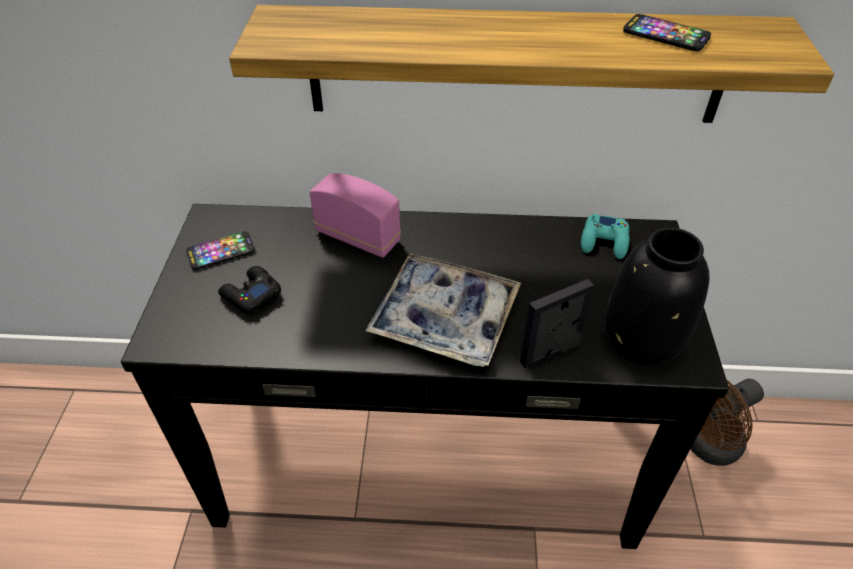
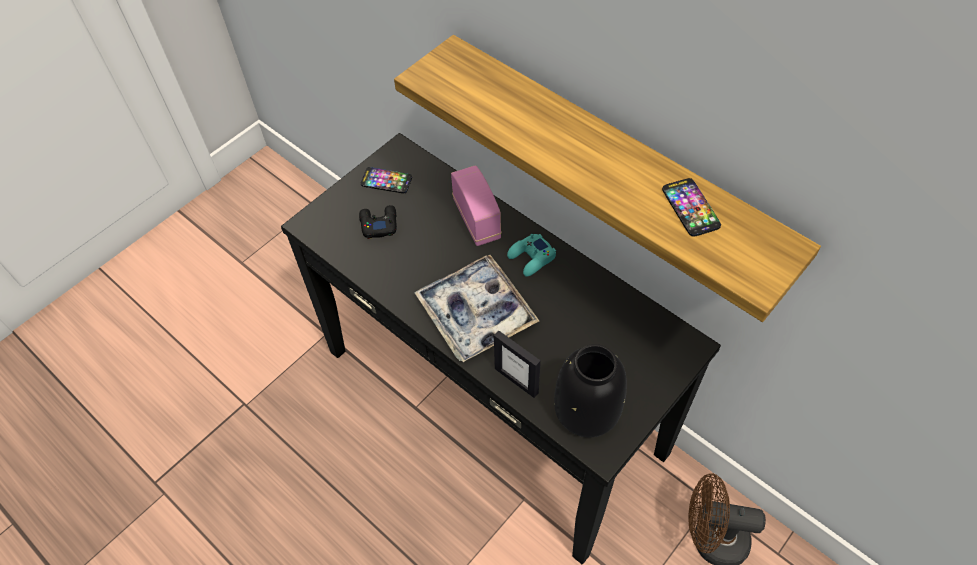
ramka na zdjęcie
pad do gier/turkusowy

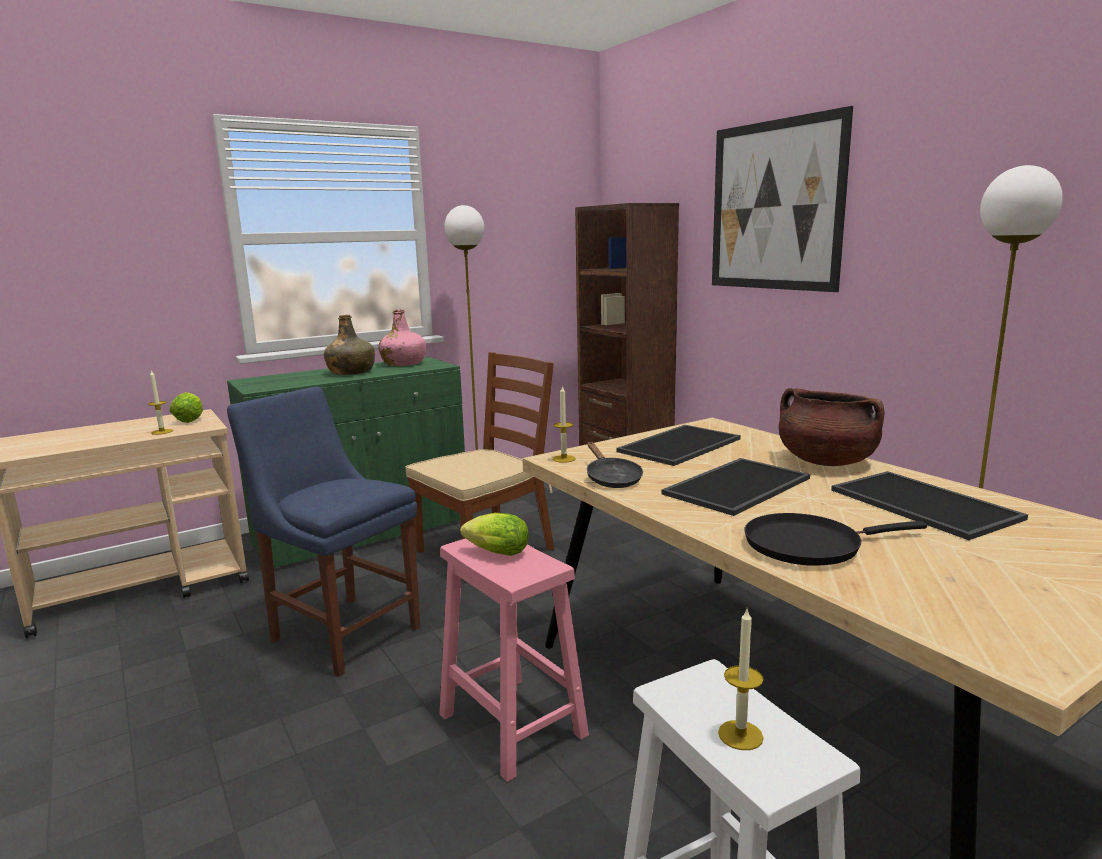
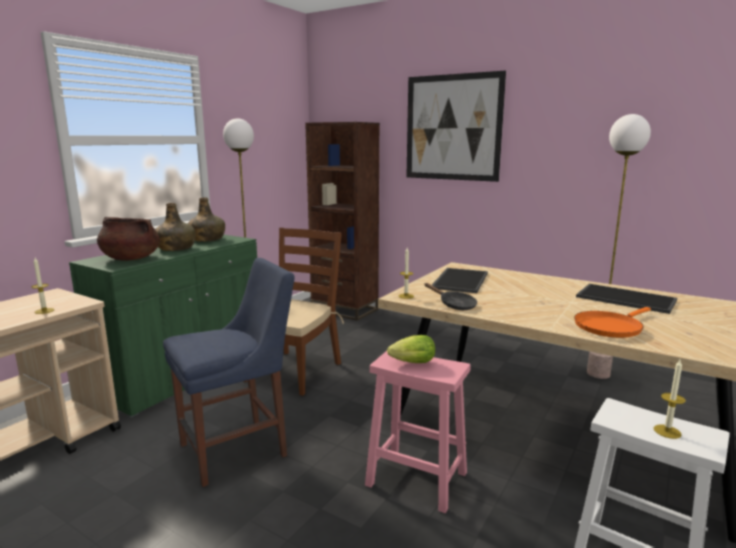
sałata (no. 1 from left in the first image)
krzesło/niebieski
butelka/zielony (no. 2 from left)
taca (no. 2 from left in the first image)
patelnia/pomarańczowy
garnek/brązowy

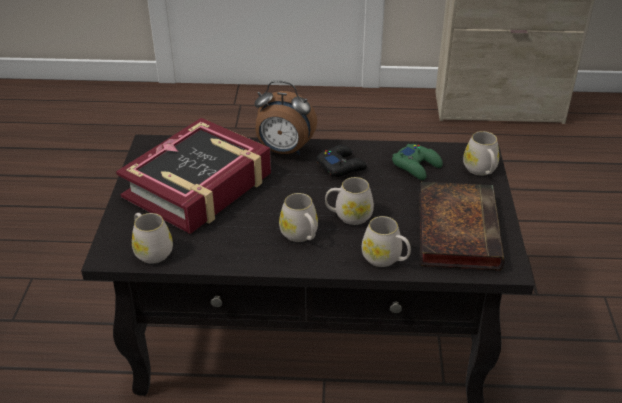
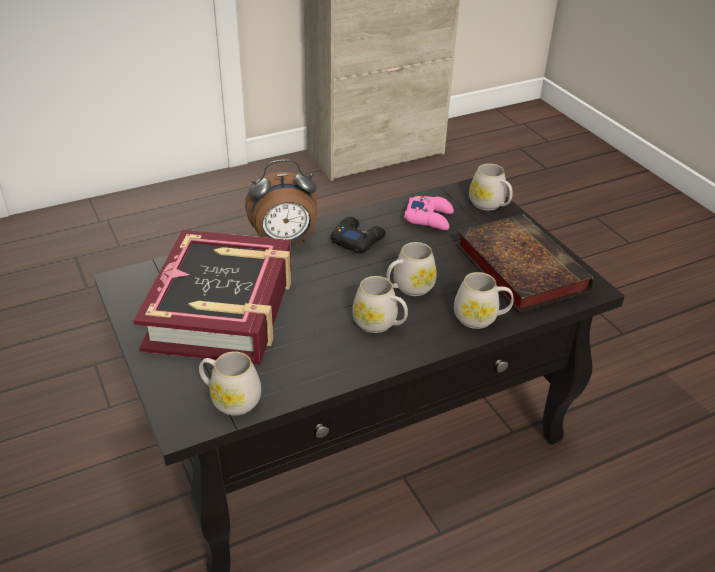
pad do gier/różowy

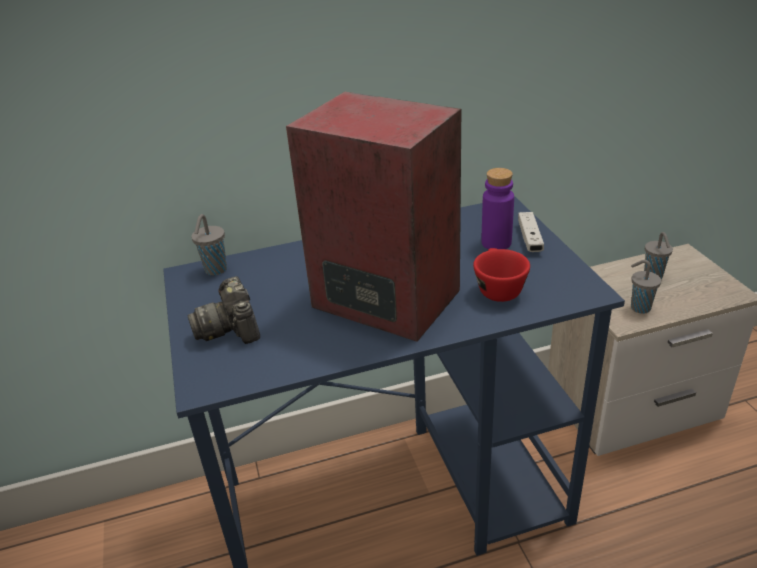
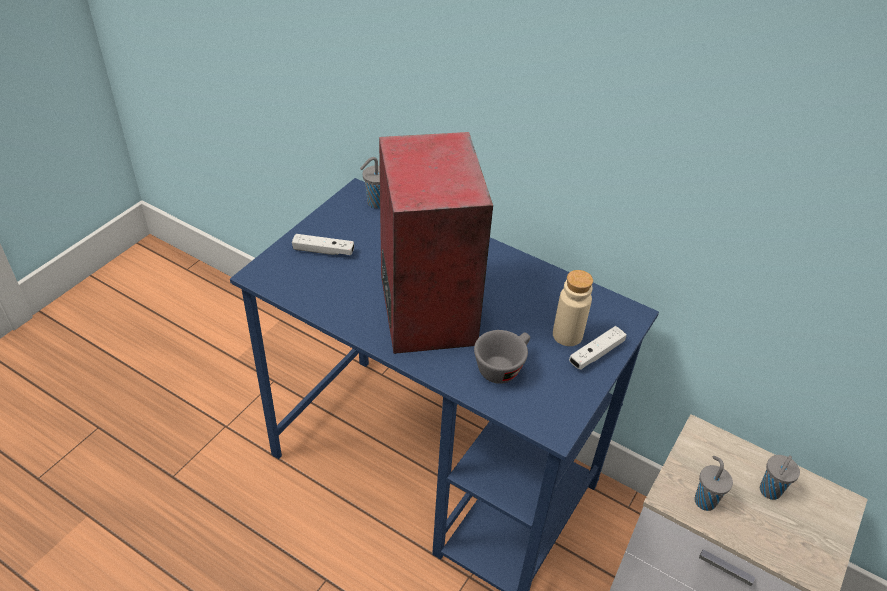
pad do gier/biały (no. 1 from left)
filiżanka/szary (no. 2 from left)
butelka/beżowy

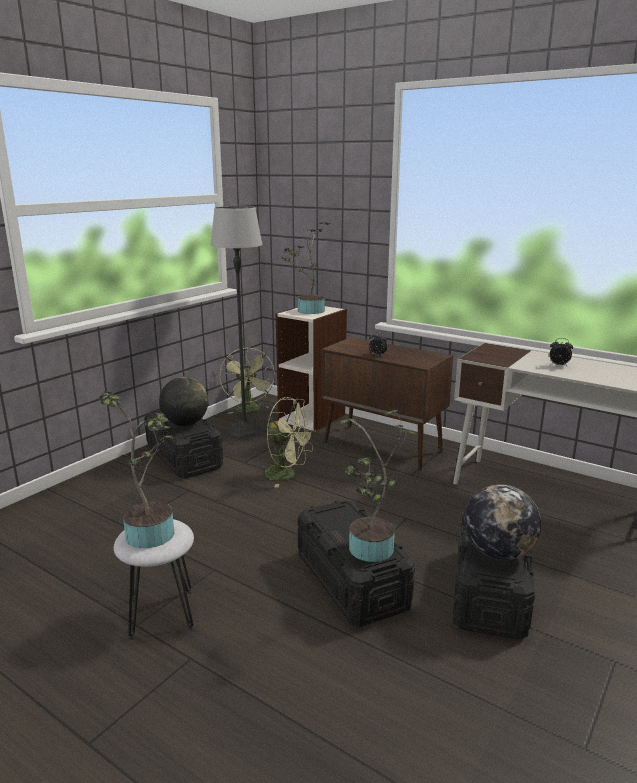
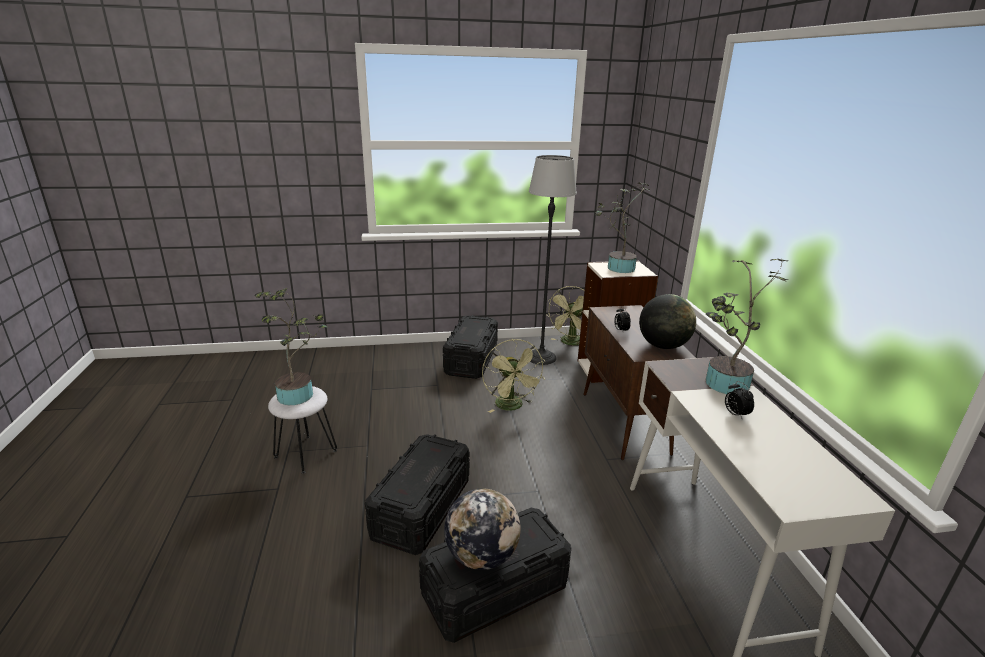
globus (no. 2 from left)
roślina doniczkowa (no. 3 from left)

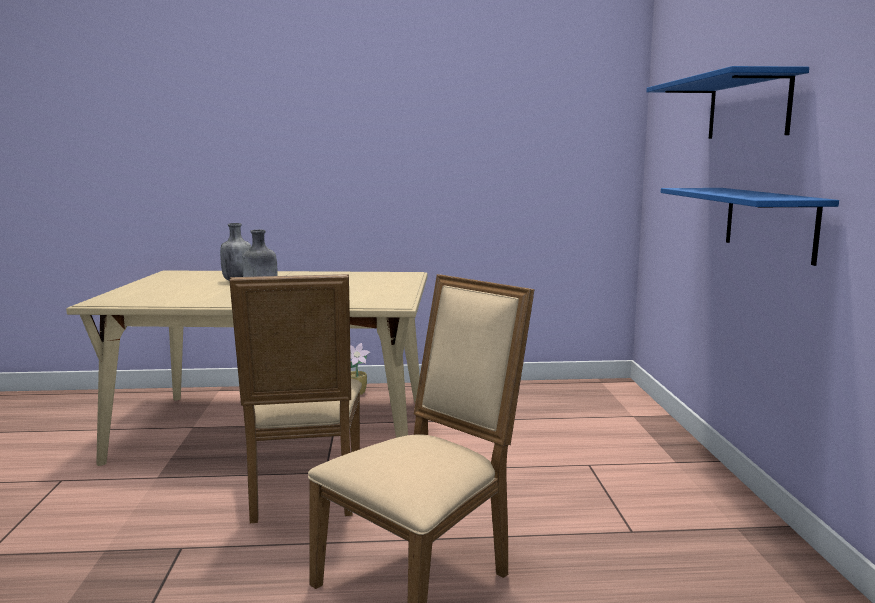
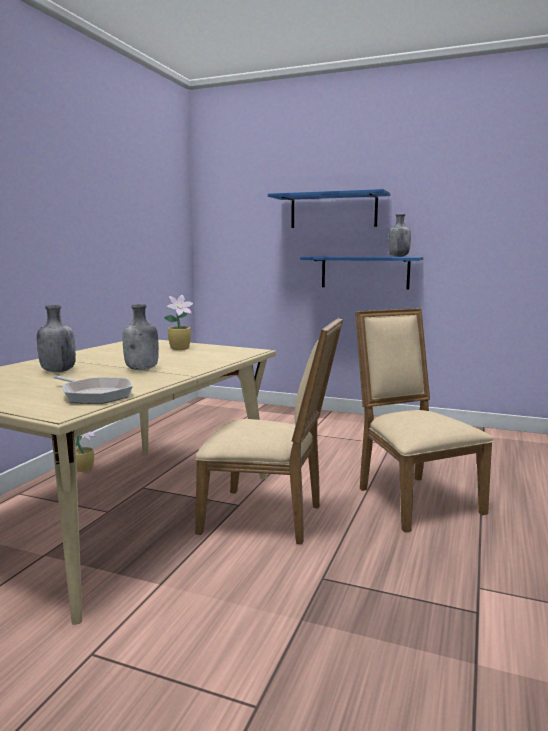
patelnia
roślina doniczkowa (no. 2 from left)
butelka/szary (no. 3 from left)

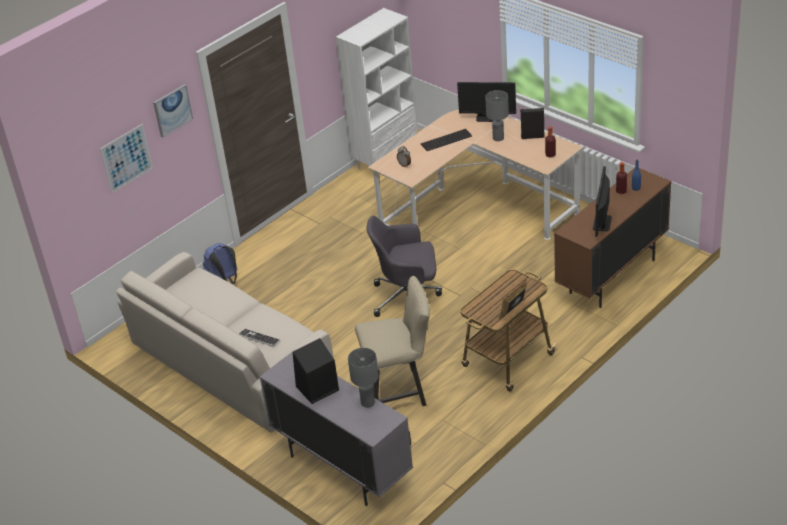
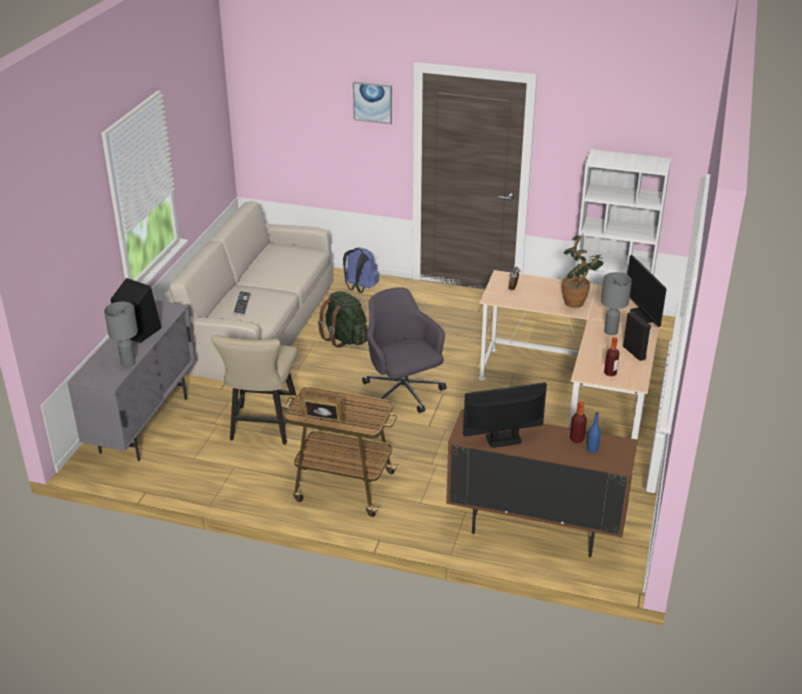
obraz (no. 1 from left in the first image)
krzesło/beżowy
roślina doniczkowa
plecak/zielony

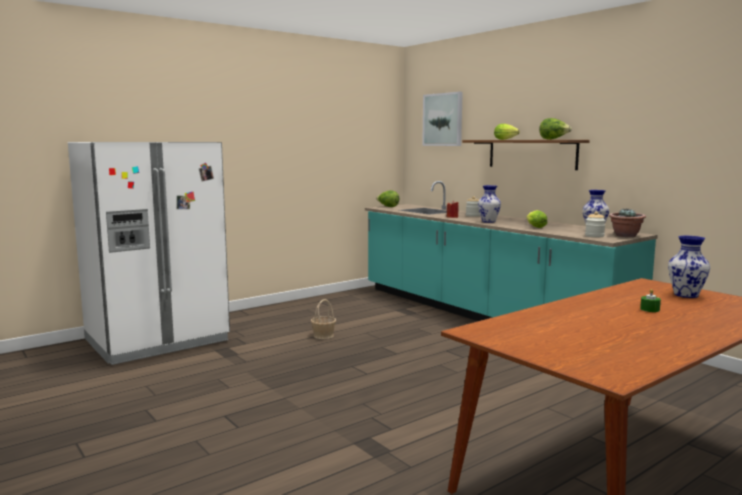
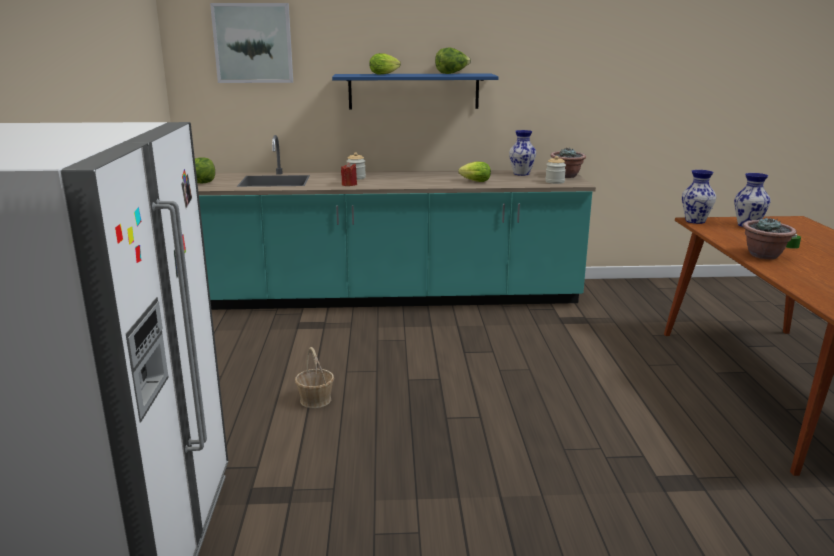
półka/niebieski
wazon (no. 2 from left)
roślina doniczkowa (no. 2 from left)

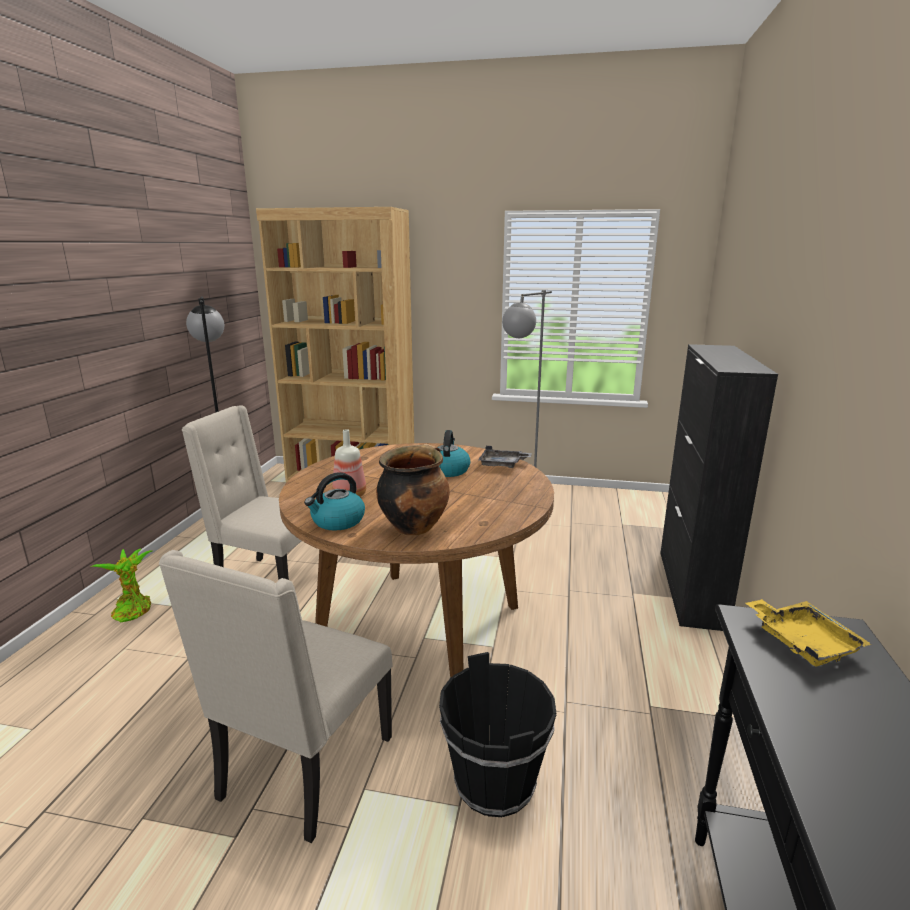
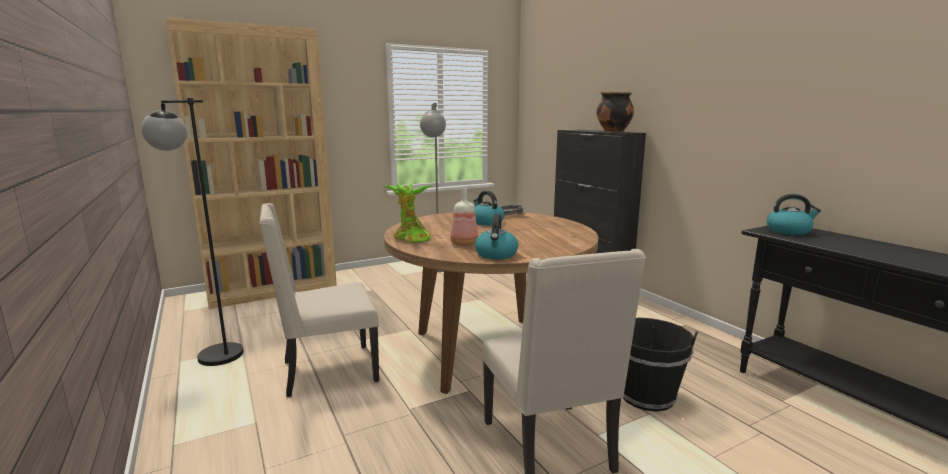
roślina doniczkowa
garnek
czajnik (no. 3 from left)

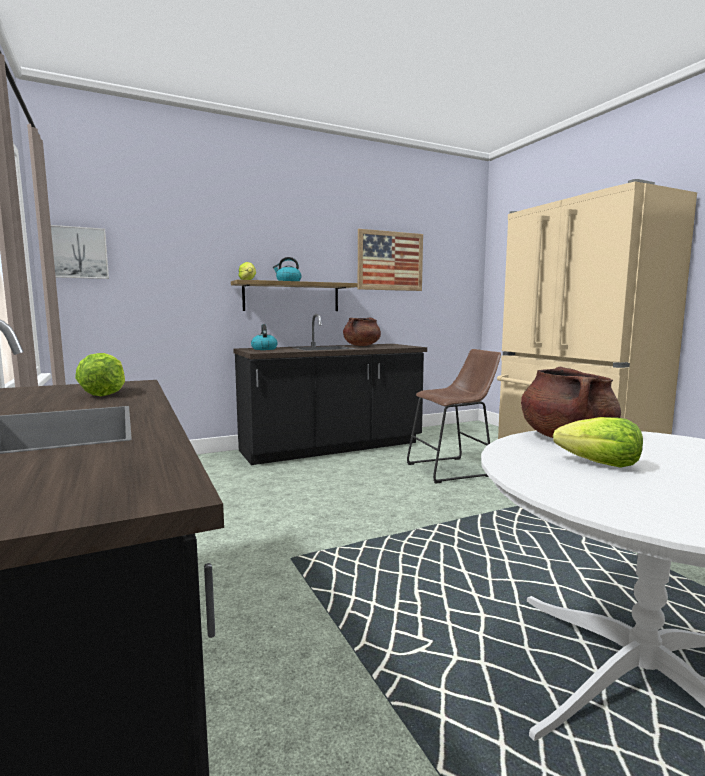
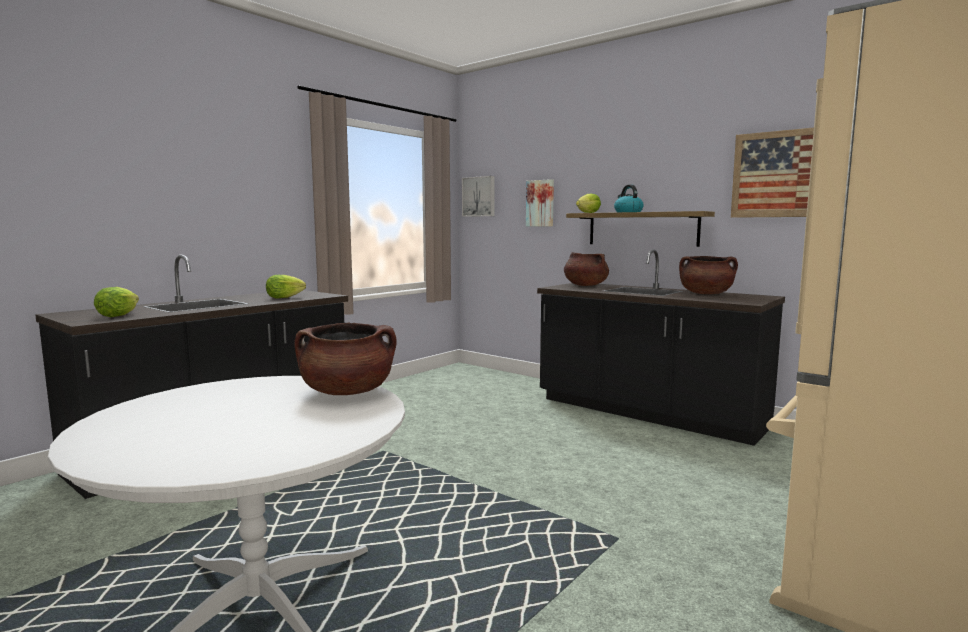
garnek/brązowy (no. 2 from left)
stołek/brązowy
sałata (no. 1 from left)
obraz (no. 2 from left)

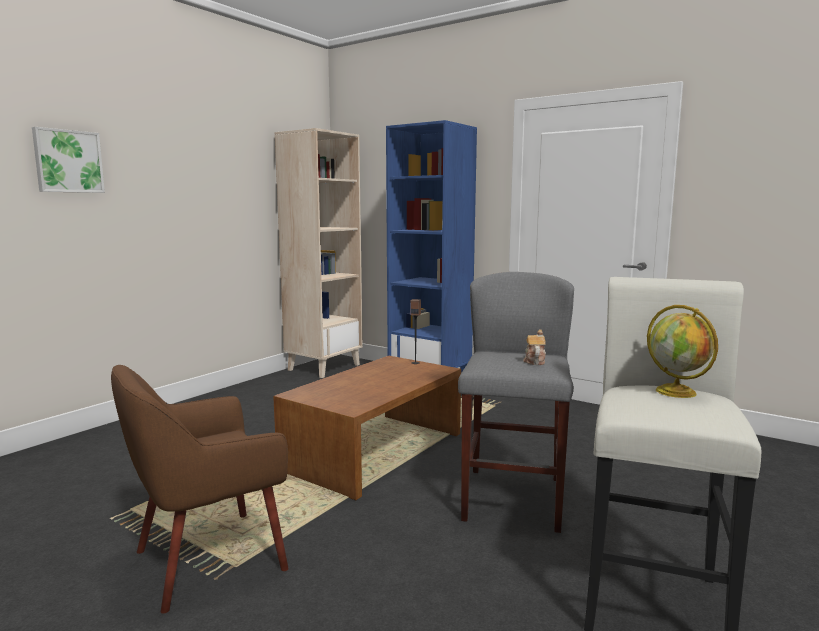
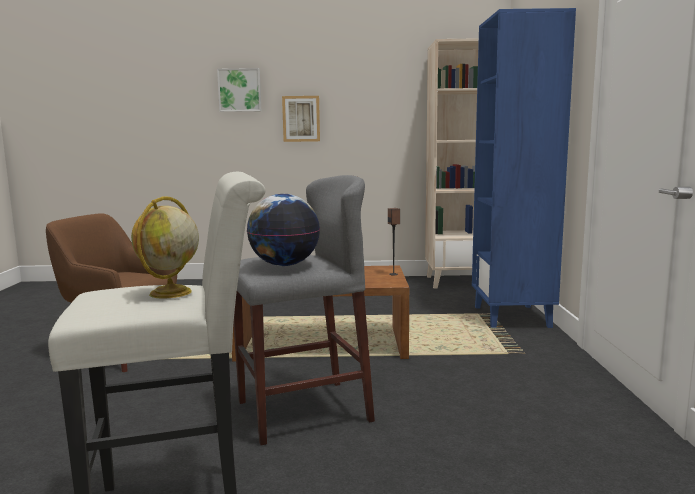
globus (no. 2 from left)
obraz (no. 2 from left)

